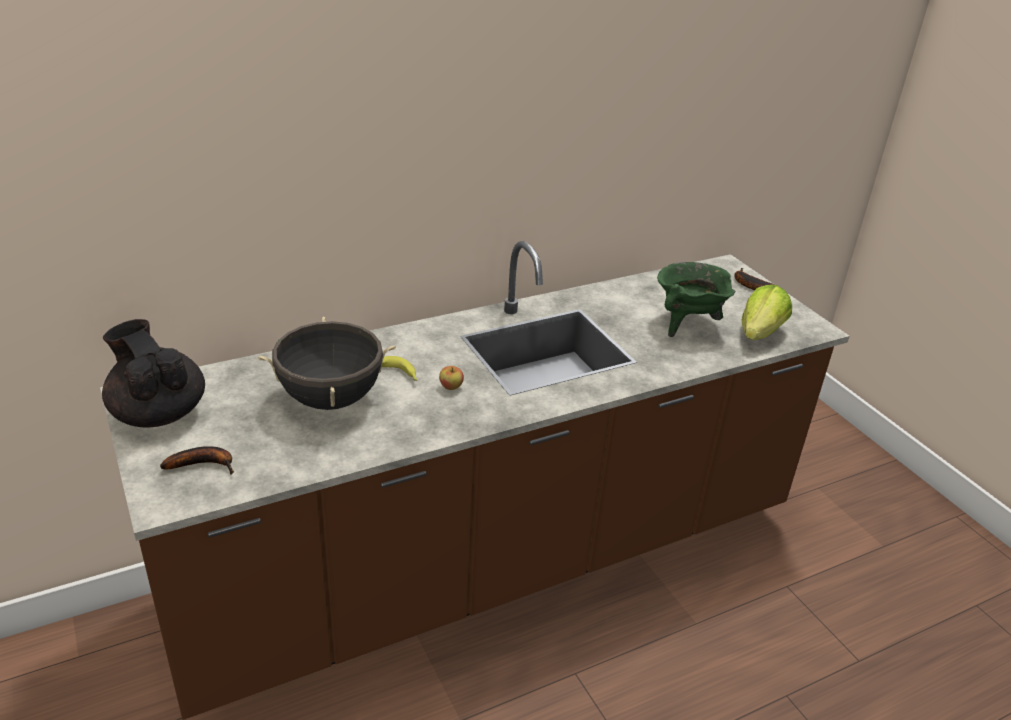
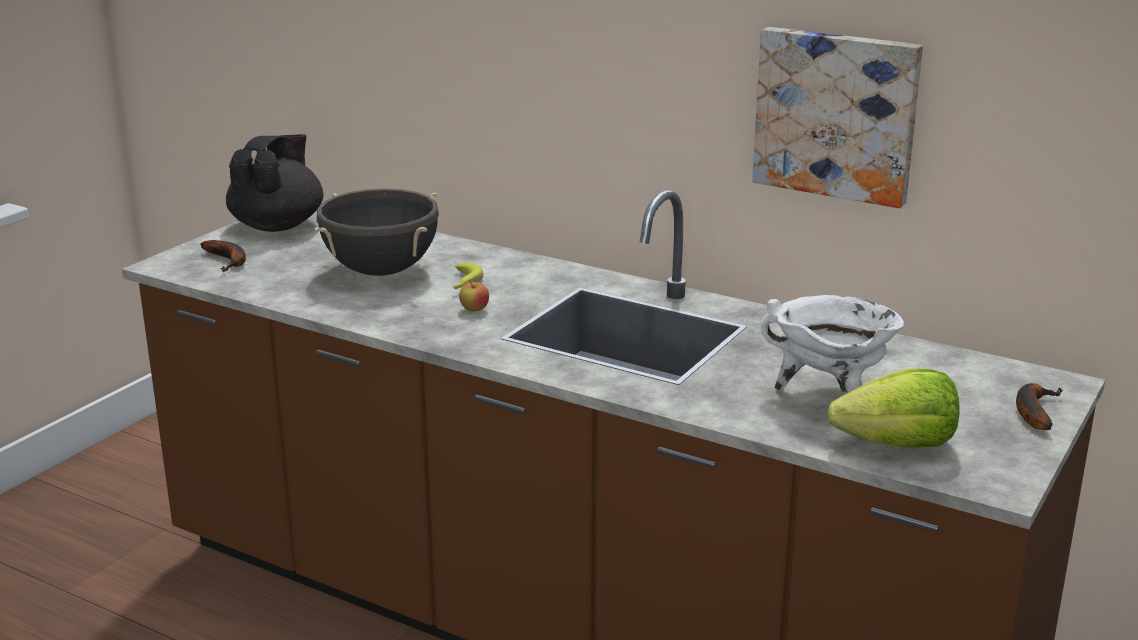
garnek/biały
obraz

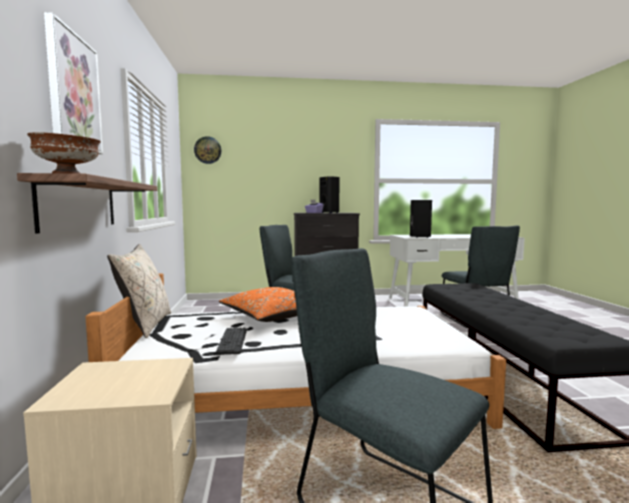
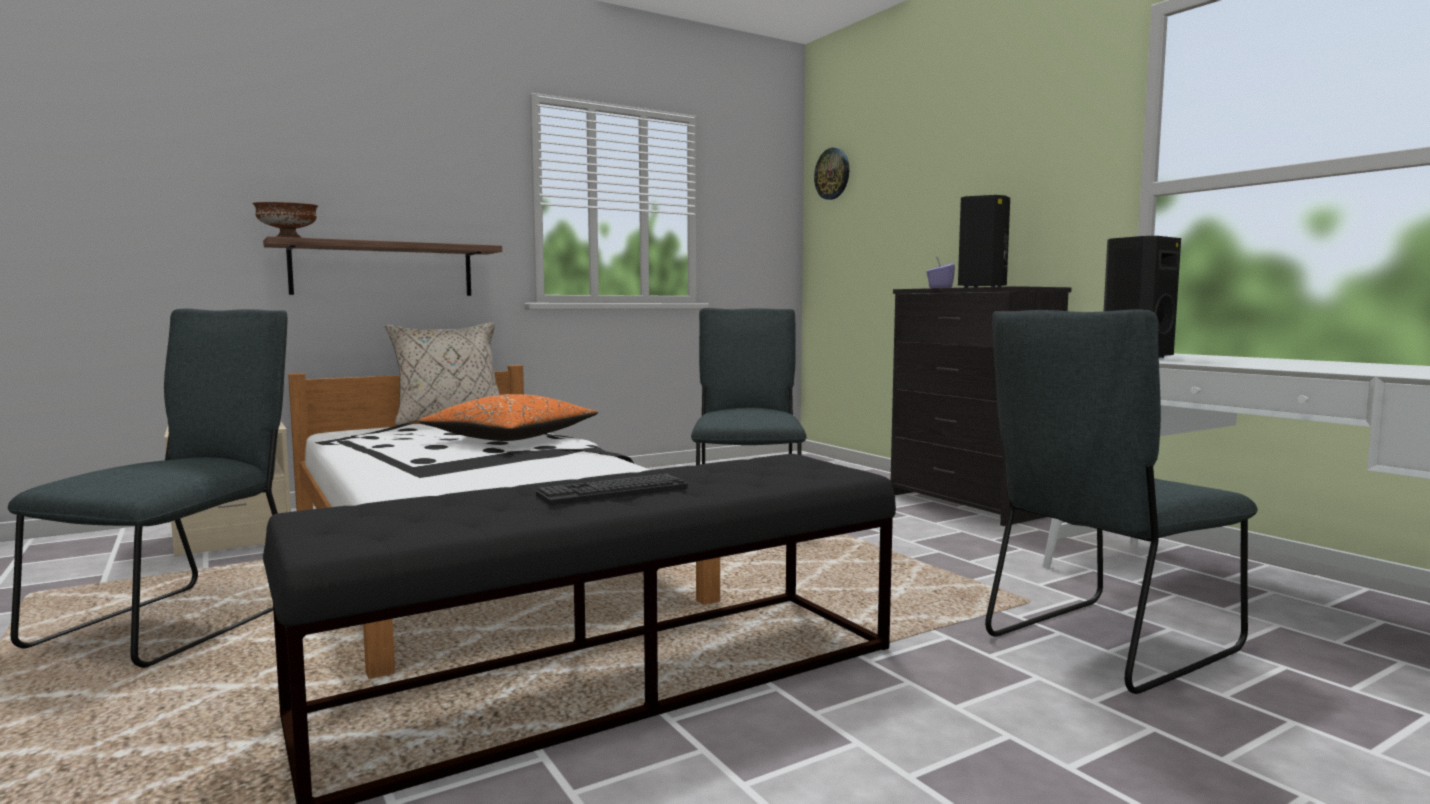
obraz
klawiatura

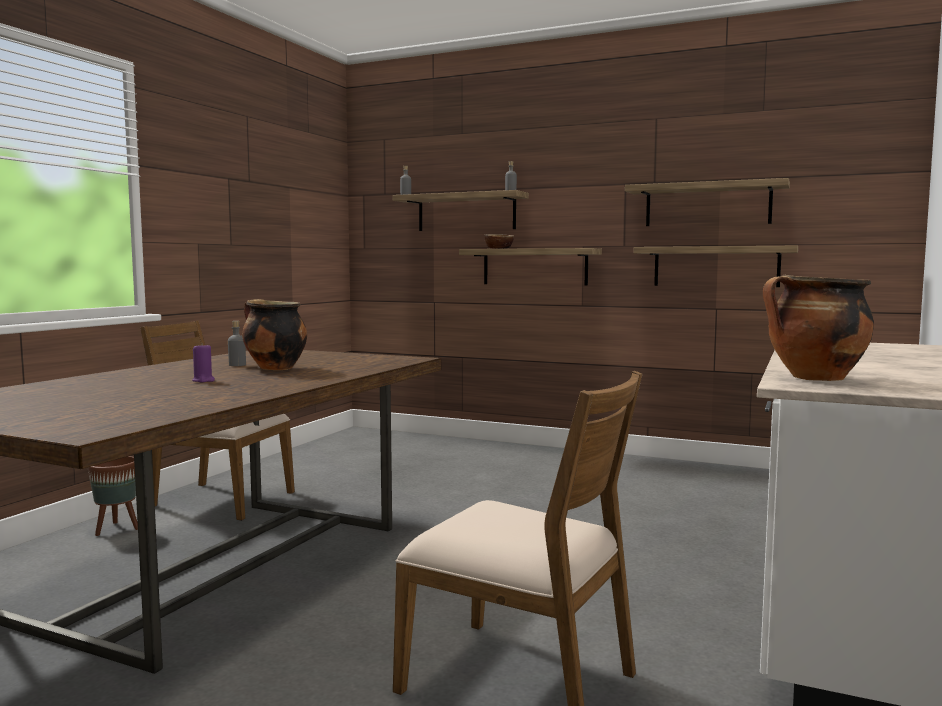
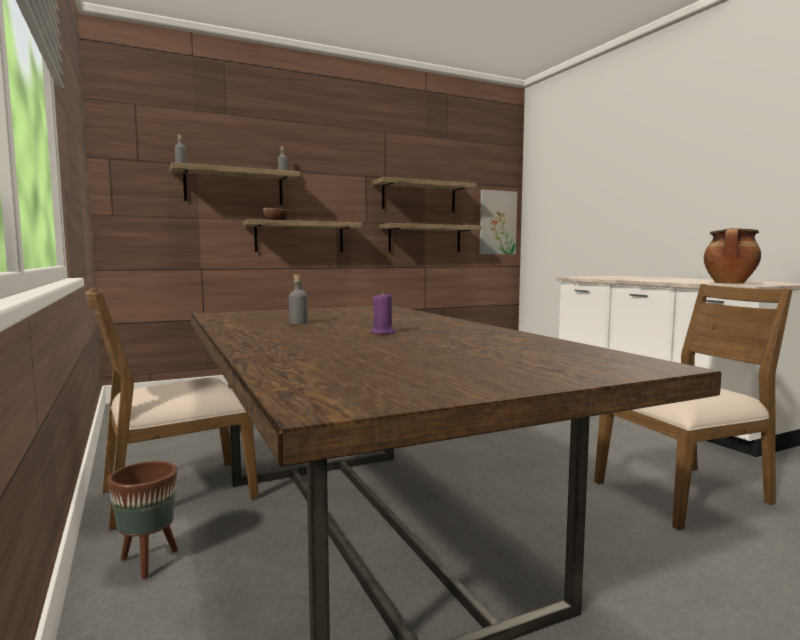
garnek (no. 1 from left in the first image)
obraz

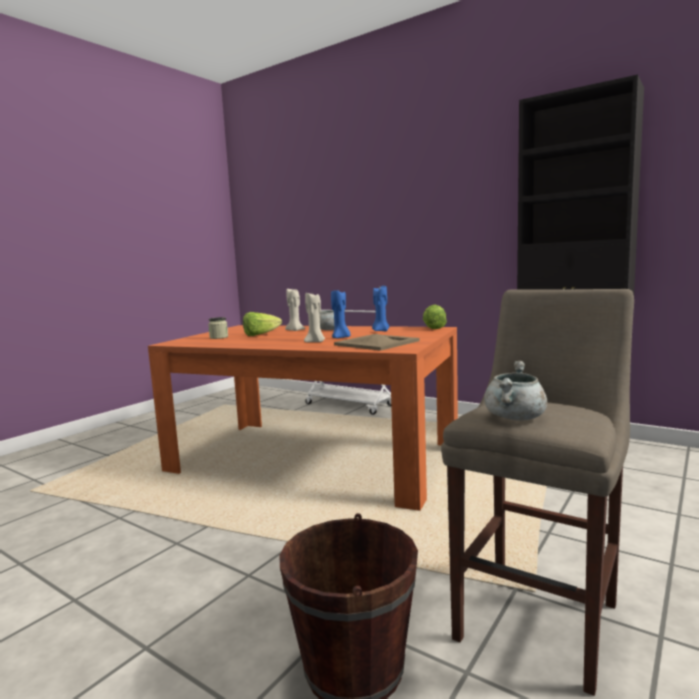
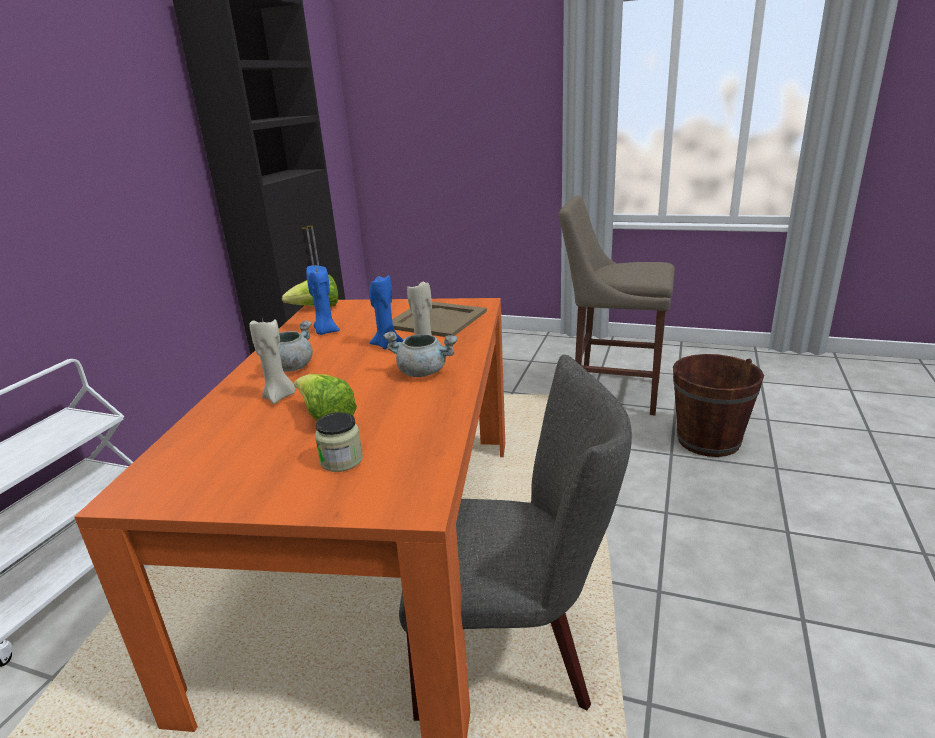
garnek/szary (no. 2 from left)
krzesło/szary

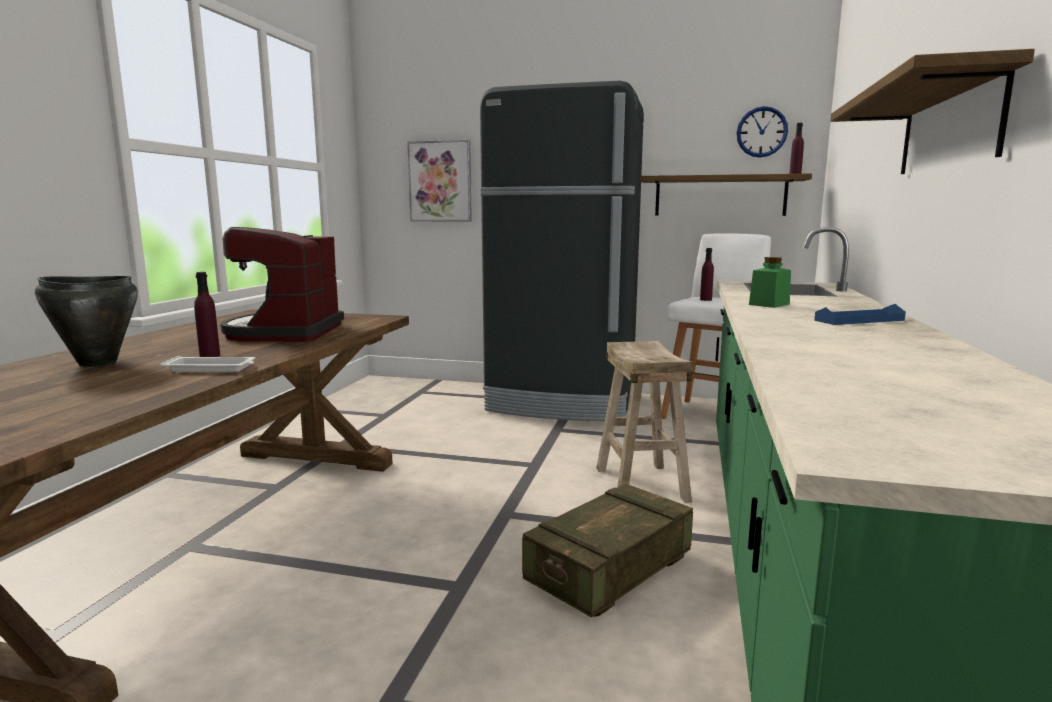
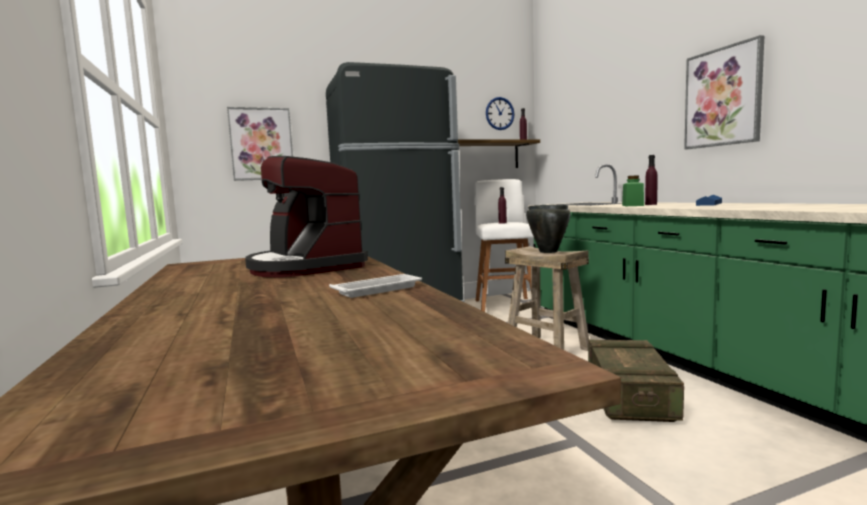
garnek/czarny
butelka/fioletowy (no. 3 from left)
obraz (no. 2 from left)

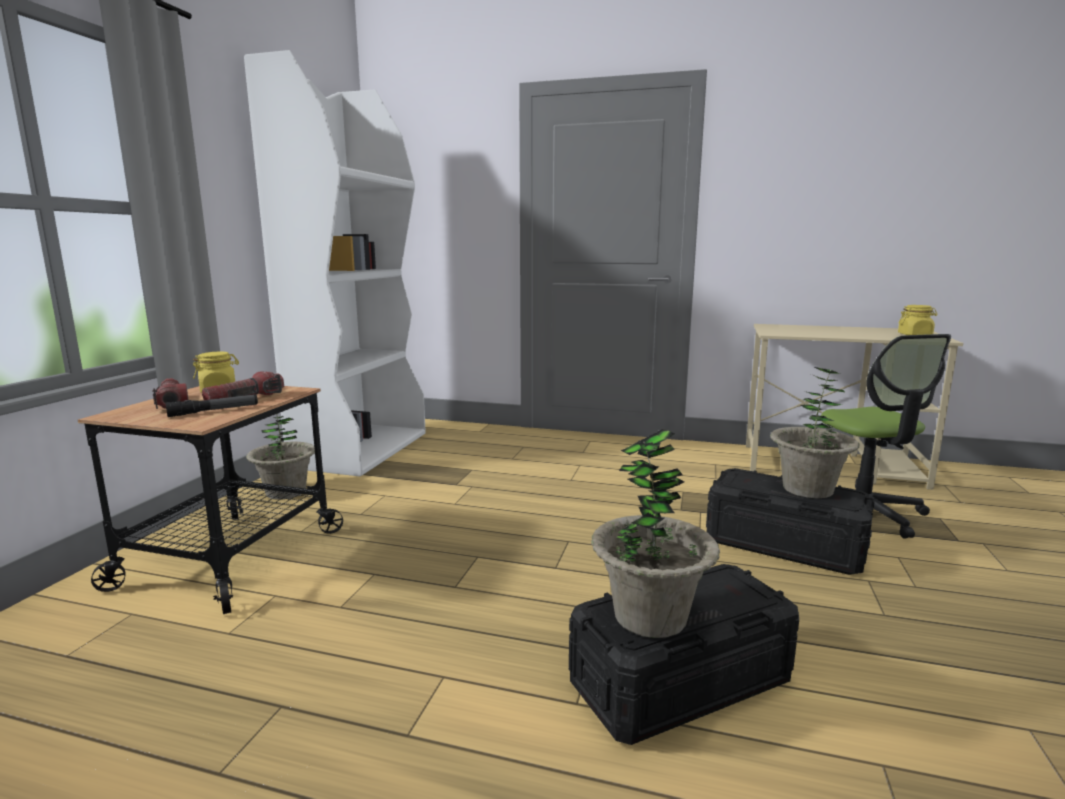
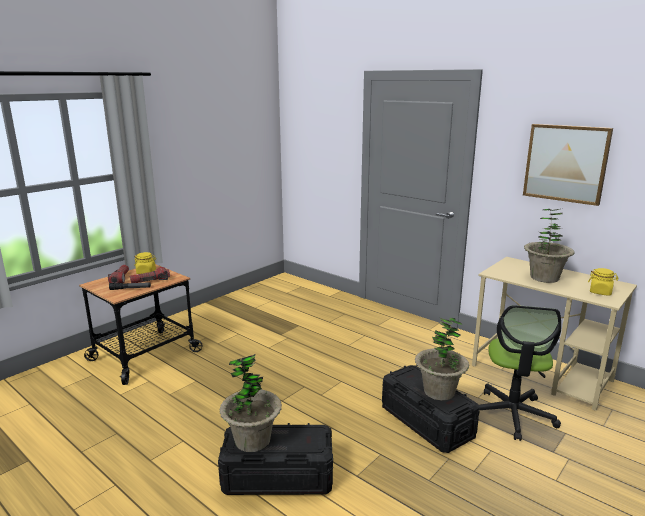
regał/biały
roślina doniczkowa (no. 3 from left)
obraz

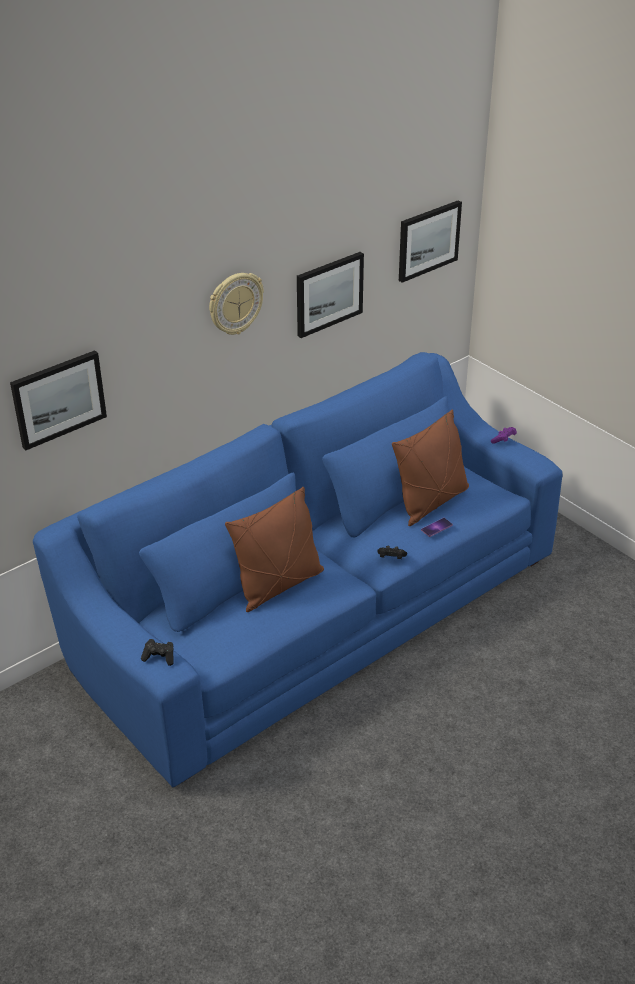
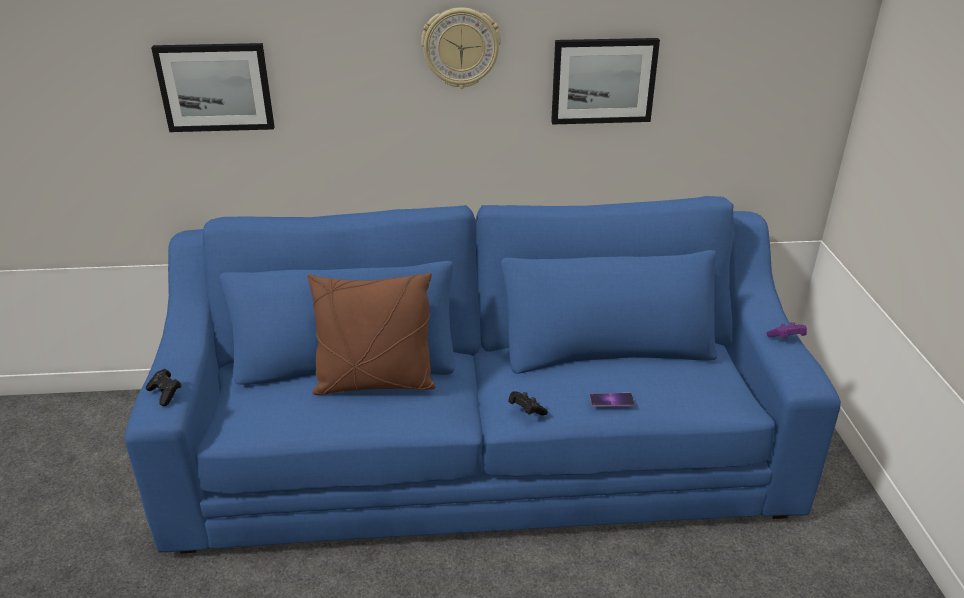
poduszka/brązowy (no. 2 from left in the first image)
obraz (no. 3 from left in the first image)

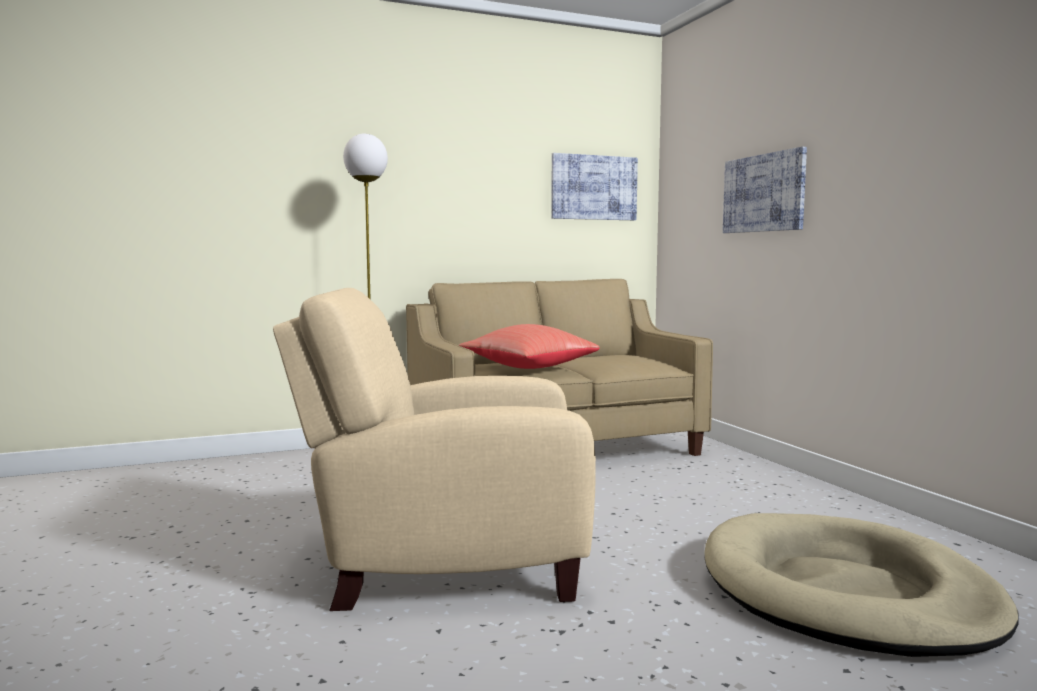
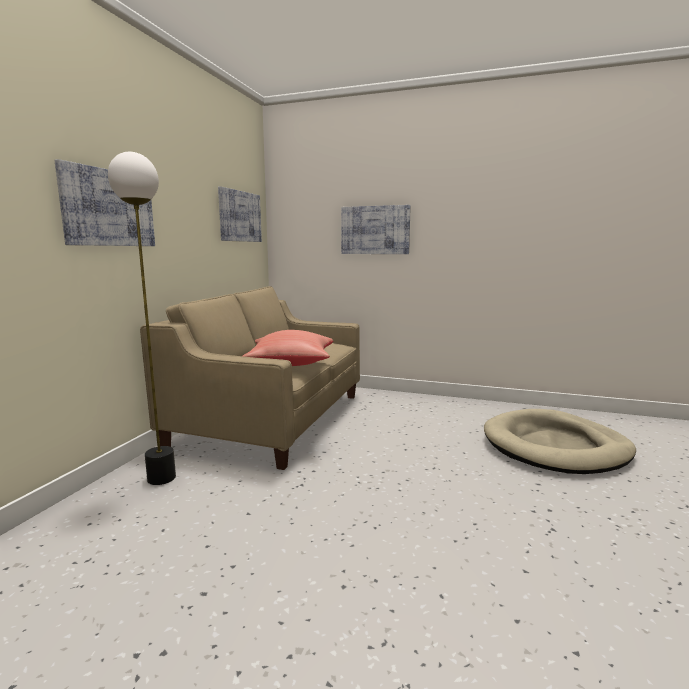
fotel/beżowy
obraz (no. 1 from left)

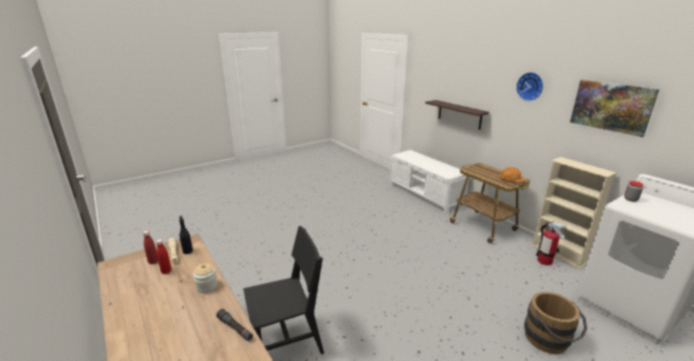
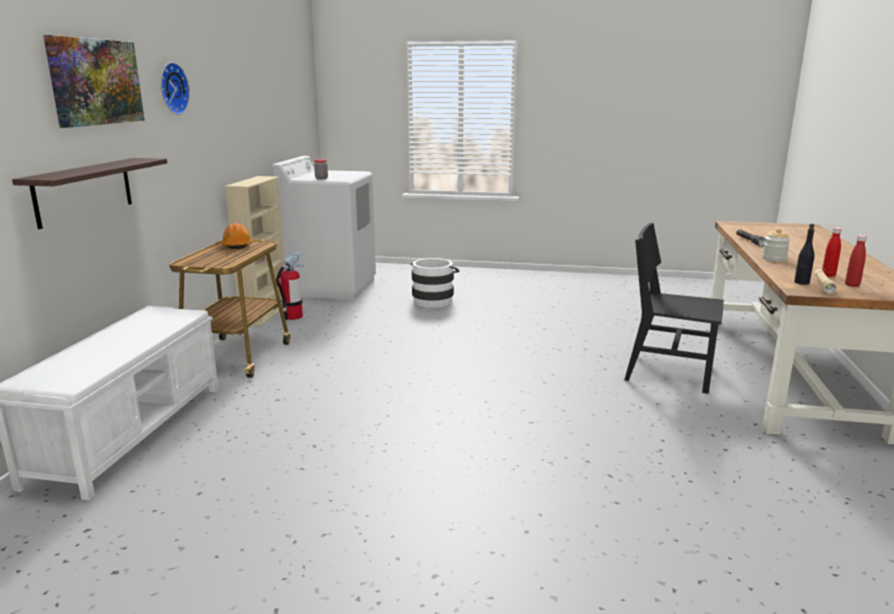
wiadro/biały
obraz

